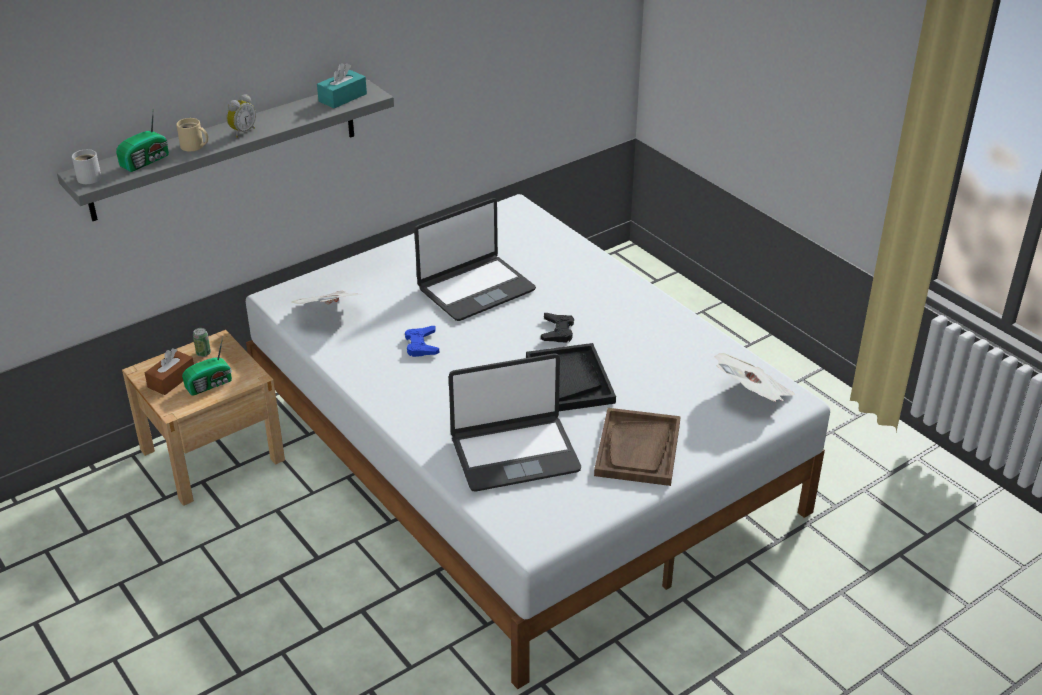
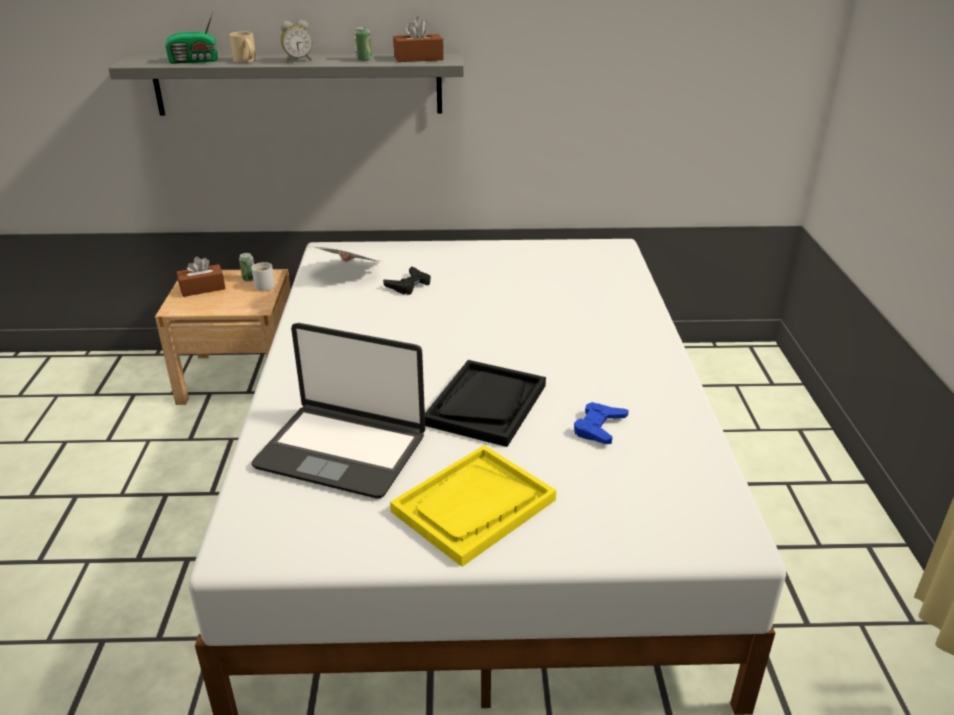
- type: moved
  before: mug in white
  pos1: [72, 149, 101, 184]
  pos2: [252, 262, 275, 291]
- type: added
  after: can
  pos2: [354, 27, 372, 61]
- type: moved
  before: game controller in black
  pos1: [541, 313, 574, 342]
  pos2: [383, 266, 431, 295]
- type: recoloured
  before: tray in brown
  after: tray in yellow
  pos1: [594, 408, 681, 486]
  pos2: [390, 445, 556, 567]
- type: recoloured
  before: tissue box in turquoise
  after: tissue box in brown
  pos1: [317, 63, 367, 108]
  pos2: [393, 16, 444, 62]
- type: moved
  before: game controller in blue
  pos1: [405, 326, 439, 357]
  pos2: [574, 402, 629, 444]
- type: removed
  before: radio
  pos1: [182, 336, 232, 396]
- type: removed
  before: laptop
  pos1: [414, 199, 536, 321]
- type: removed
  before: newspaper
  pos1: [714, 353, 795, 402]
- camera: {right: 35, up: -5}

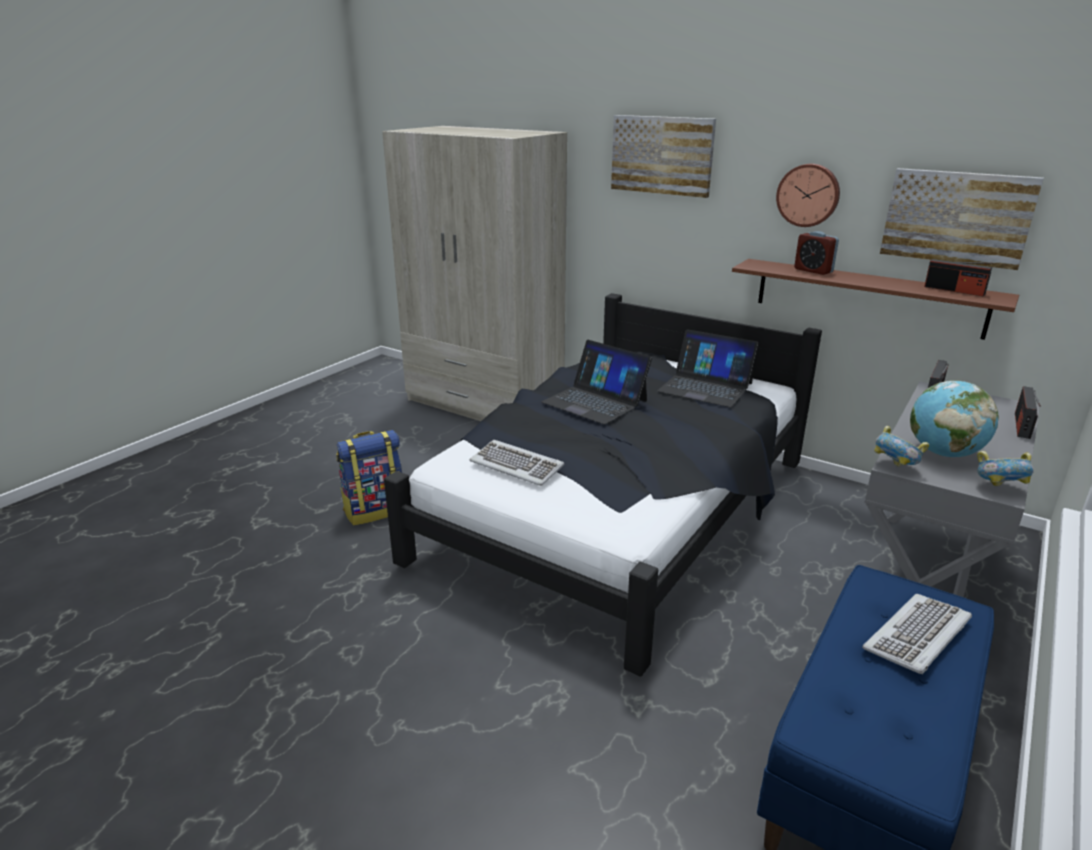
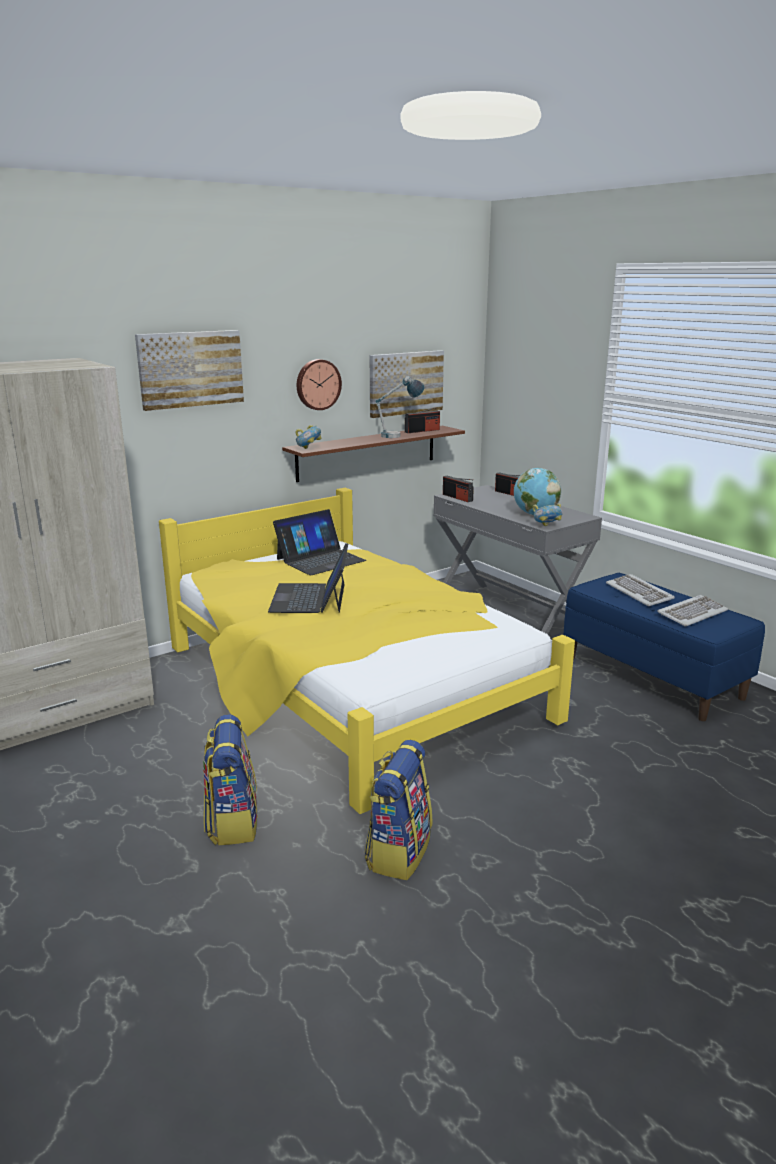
- type: recoloured
  before: bed in black
  after: bed in yellow
  pos1: [384, 293, 822, 677]
  pos2: [159, 488, 575, 814]
- type: turned
  before: laptop
  pos1: [541, 340, 652, 424]
  pos2: [268, 543, 348, 613]
  turn: 120
- type: moved
  before: bowl
  pos1: [977, 451, 1034, 486]
  pos2: [295, 425, 321, 449]
- type: added
  after: backpack
  pos2: [364, 740, 432, 880]
- type: added
  after: table lamp
  pos2: [375, 376, 425, 438]
- type: moved
  before: keyboard
  pos1: [470, 440, 564, 486]
  pos2: [657, 595, 728, 626]
- type: removed
  before: alarm clock
  pos1: [794, 231, 839, 275]
- camera: {right: -70, up: -5}

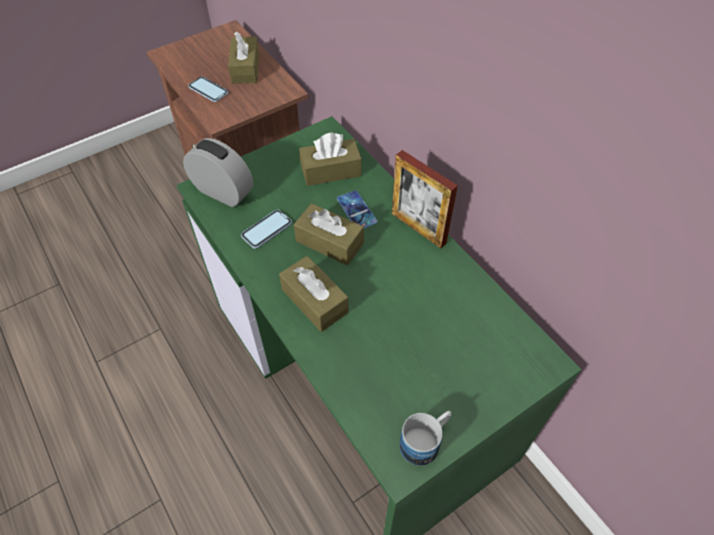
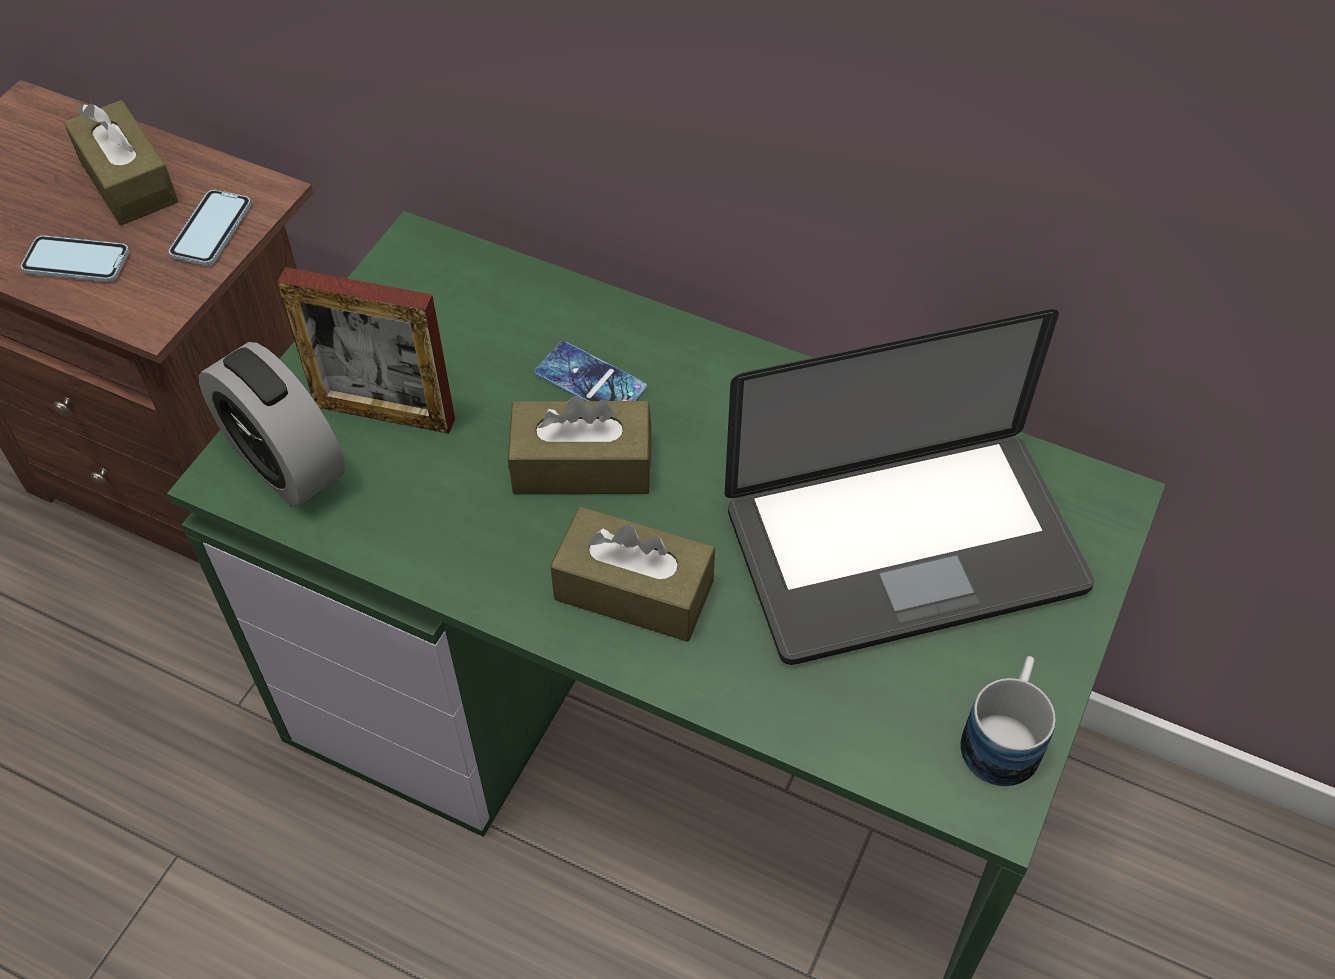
- type: moved
  before: phone
  pos1: [241, 210, 292, 249]
  pos2: [169, 190, 251, 266]
- type: turned
  before: alarm clock
  pos1: [183, 138, 253, 207]
  pos2: [199, 342, 345, 508]
  turn: -135
- type: moved
  before: picture frame
  pos1: [392, 150, 458, 248]
  pos2: [277, 267, 455, 434]
- type: added
  after: laptop
  pos2: [725, 308, 1095, 665]
- type: removed
  before: tissue box in brown
  pos1: [299, 132, 362, 186]
- camera: {right: -30, up: 0}

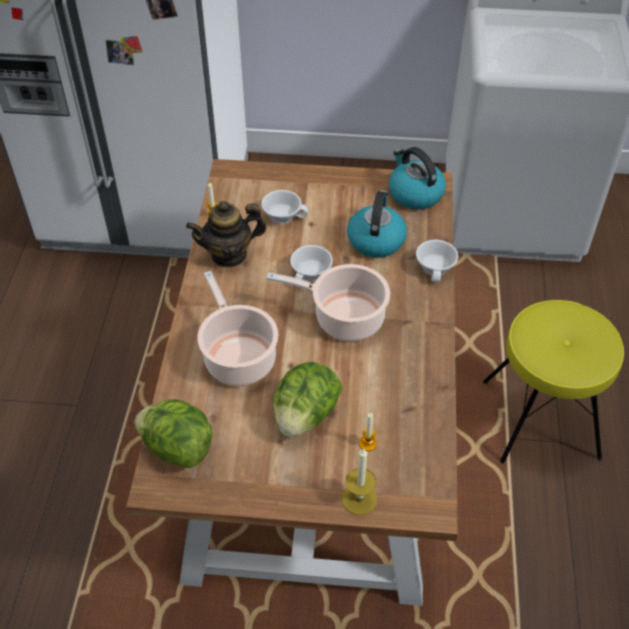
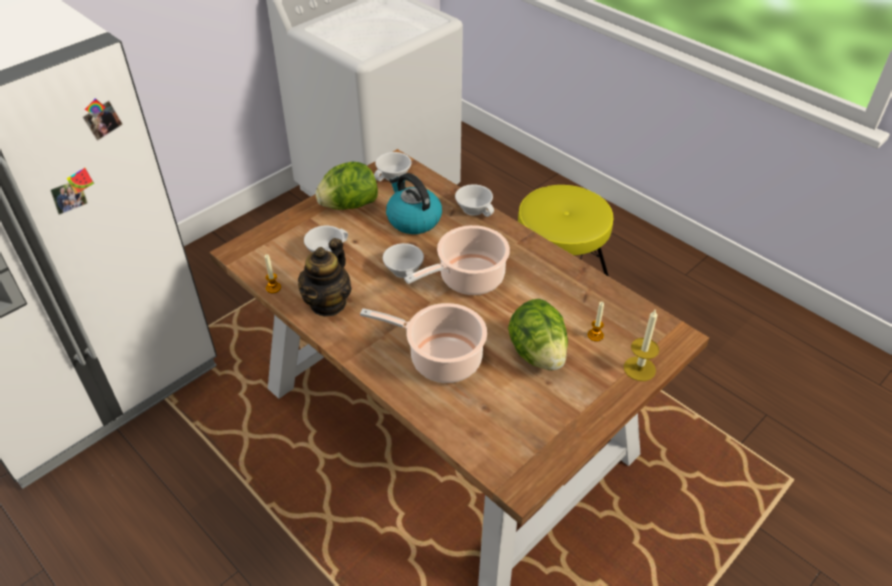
- type: moved
  before: lettuce
  pos1: [135, 399, 212, 468]
  pos2: [315, 162, 378, 210]
- type: replaced
  before: kettle
  after: cup in white
  pos1: [389, 147, 446, 209]
  pos2: [374, 152, 411, 181]
- camera: {right: -50, up: -5}

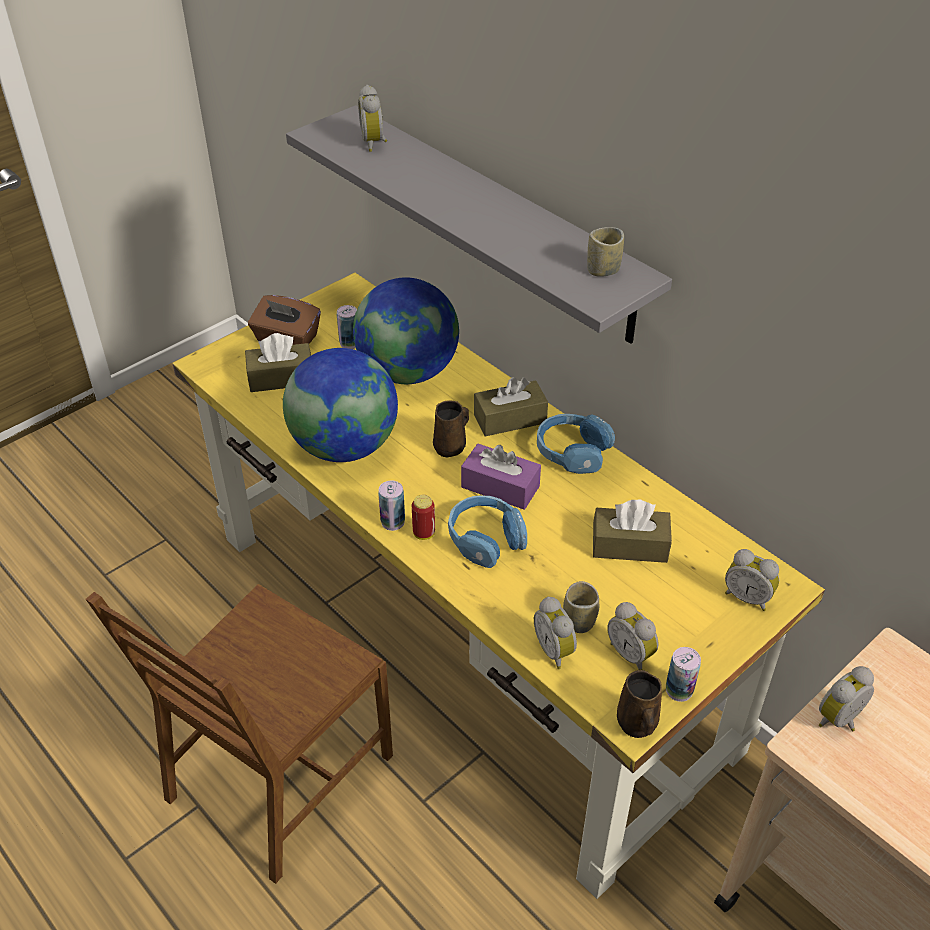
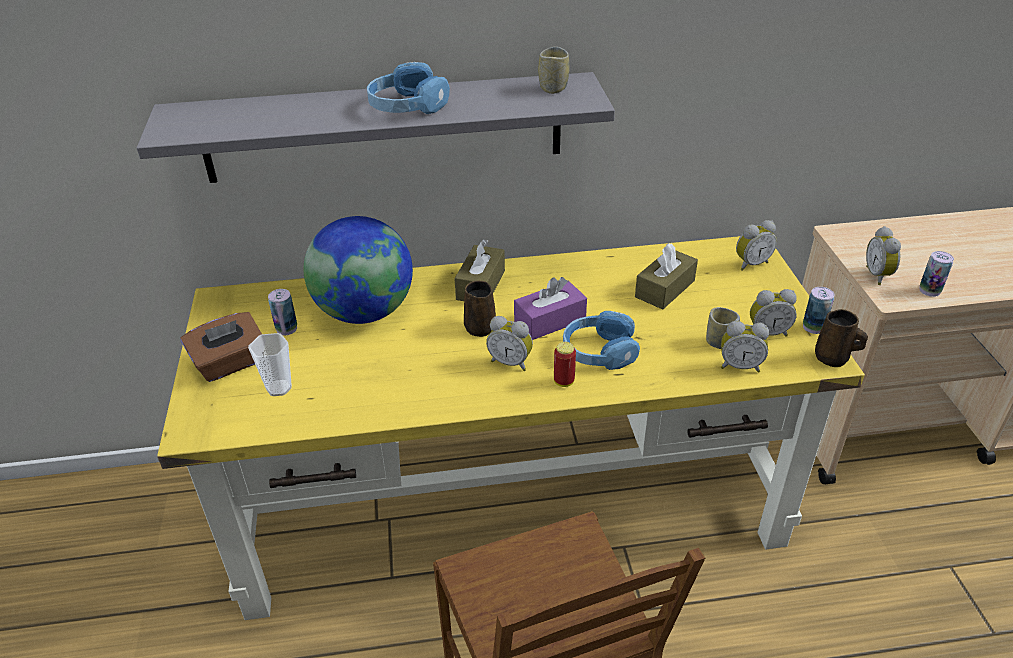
- type: replaced
  before: tissue box in brown
  after: cup
  pos1: [245, 333, 311, 392]
  pos2: [248, 333, 292, 396]
- type: moved
  before: headphones in blue
  pos1: [537, 414, 615, 474]
  pos2: [367, 62, 450, 114]
- type: moved
  before: alarm clock
  pos1: [358, 85, 387, 152]
  pos2: [486, 316, 533, 371]
- type: moved
  before: can
  pos1: [378, 481, 405, 531]
  pos2: [919, 251, 954, 297]
- type: removed
  before: globe
  pos1: [283, 348, 398, 462]
- camera: {right: -55, up: -5}

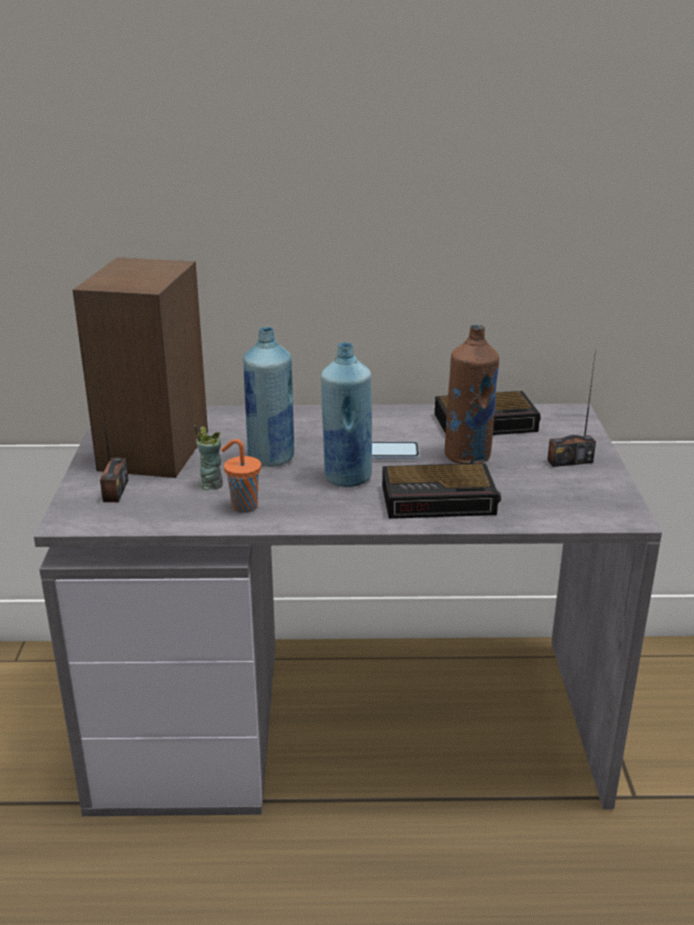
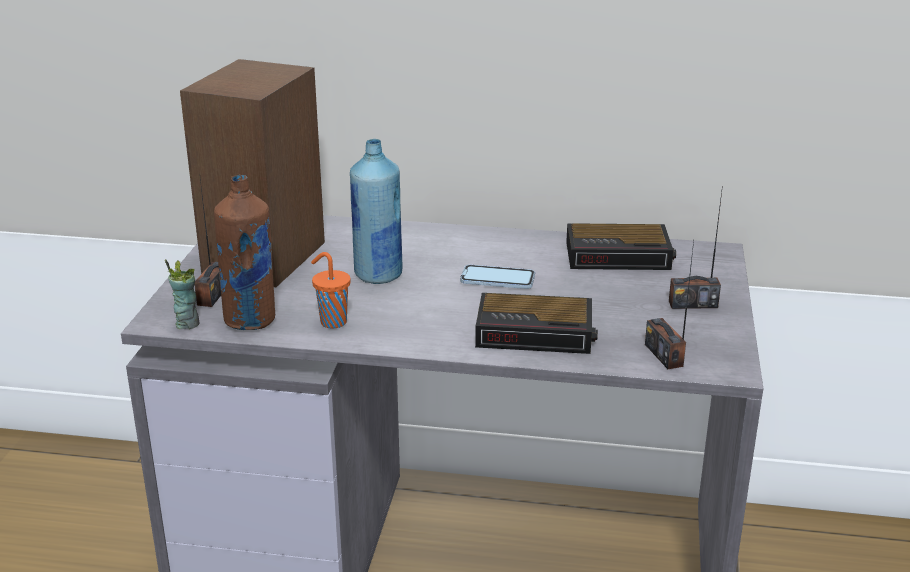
- type: moved
  before: cup
  pos1: [194, 425, 223, 490]
  pos2: [165, 259, 199, 329]
- type: moved
  before: bottle in brown
  pos1: [445, 325, 499, 464]
  pos2: [214, 175, 275, 330]
- type: added
  after: radio
  pos2: [645, 241, 694, 369]
- type: removed
  before: bottle in blue
  pos1: [321, 342, 372, 487]
- camera: {right: 10, up: 0}

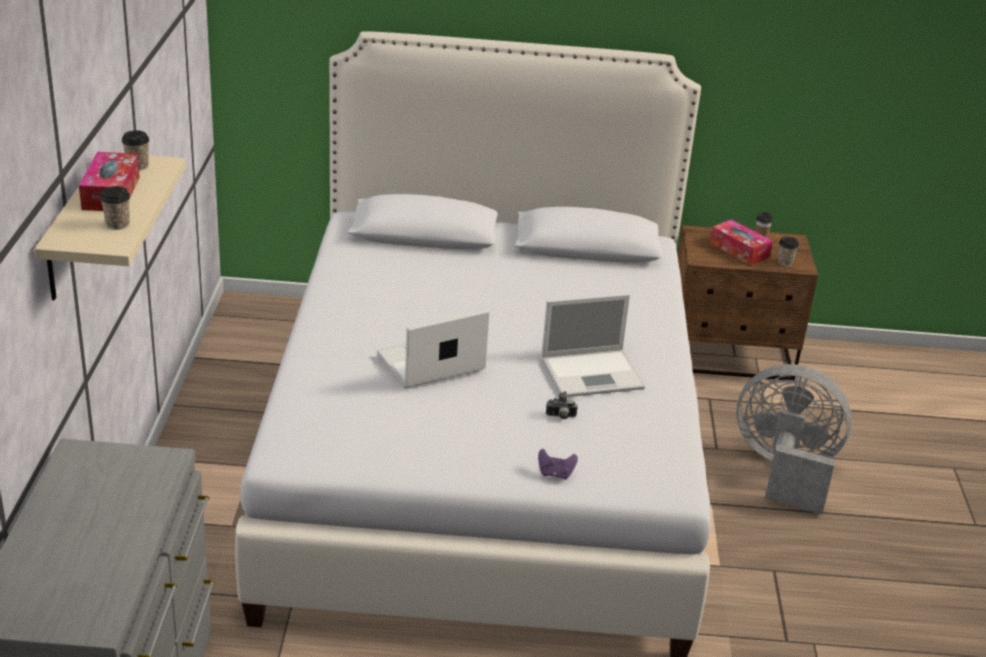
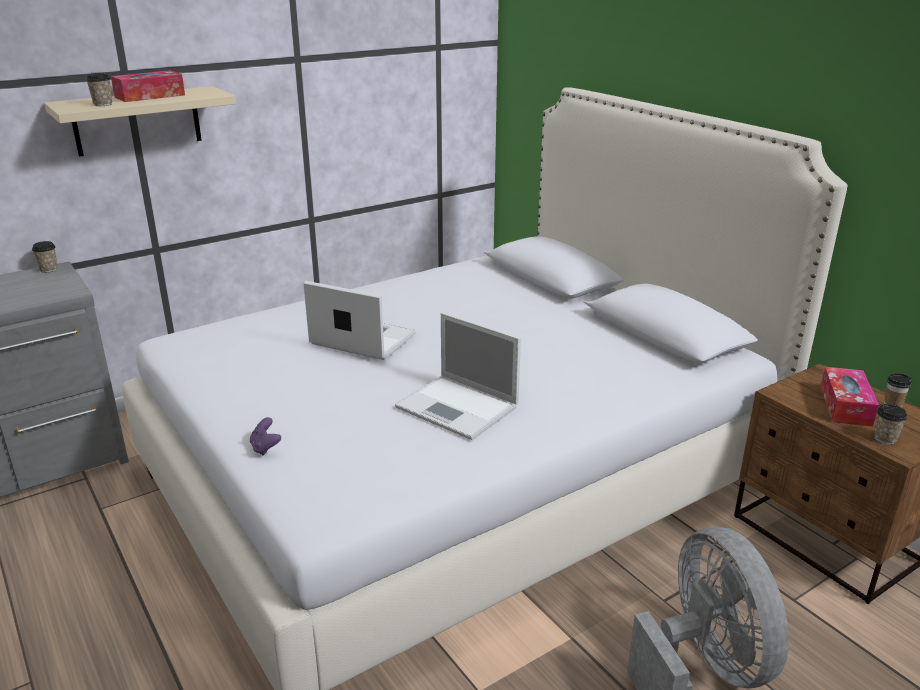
- type: moved
  before: cup
  pos1: [122, 130, 150, 171]
  pos2: [32, 241, 58, 273]
- type: removed
  before: photo camera
  pos1: [546, 391, 578, 419]
- camera: {right: 55, up: -5}

